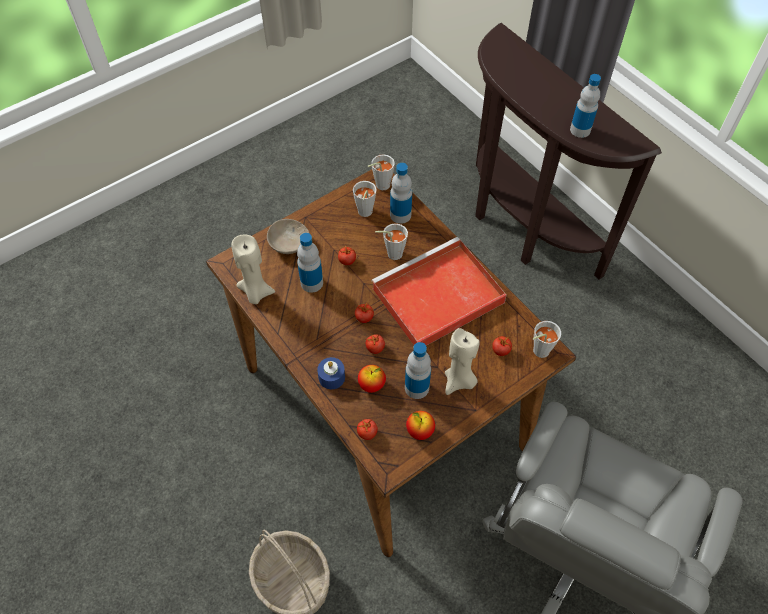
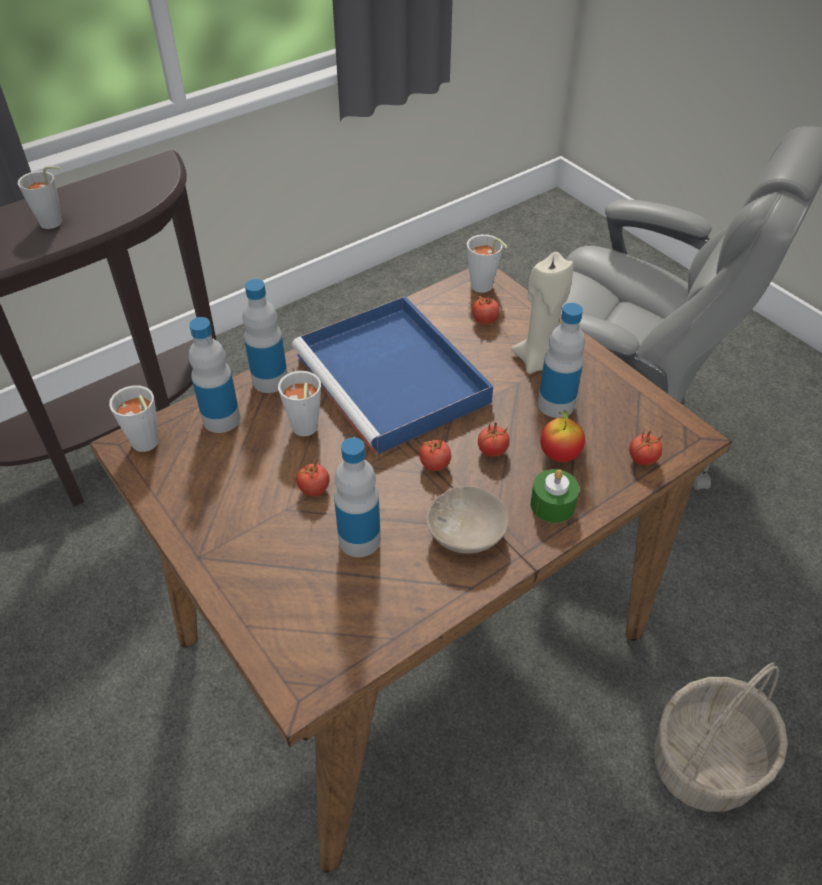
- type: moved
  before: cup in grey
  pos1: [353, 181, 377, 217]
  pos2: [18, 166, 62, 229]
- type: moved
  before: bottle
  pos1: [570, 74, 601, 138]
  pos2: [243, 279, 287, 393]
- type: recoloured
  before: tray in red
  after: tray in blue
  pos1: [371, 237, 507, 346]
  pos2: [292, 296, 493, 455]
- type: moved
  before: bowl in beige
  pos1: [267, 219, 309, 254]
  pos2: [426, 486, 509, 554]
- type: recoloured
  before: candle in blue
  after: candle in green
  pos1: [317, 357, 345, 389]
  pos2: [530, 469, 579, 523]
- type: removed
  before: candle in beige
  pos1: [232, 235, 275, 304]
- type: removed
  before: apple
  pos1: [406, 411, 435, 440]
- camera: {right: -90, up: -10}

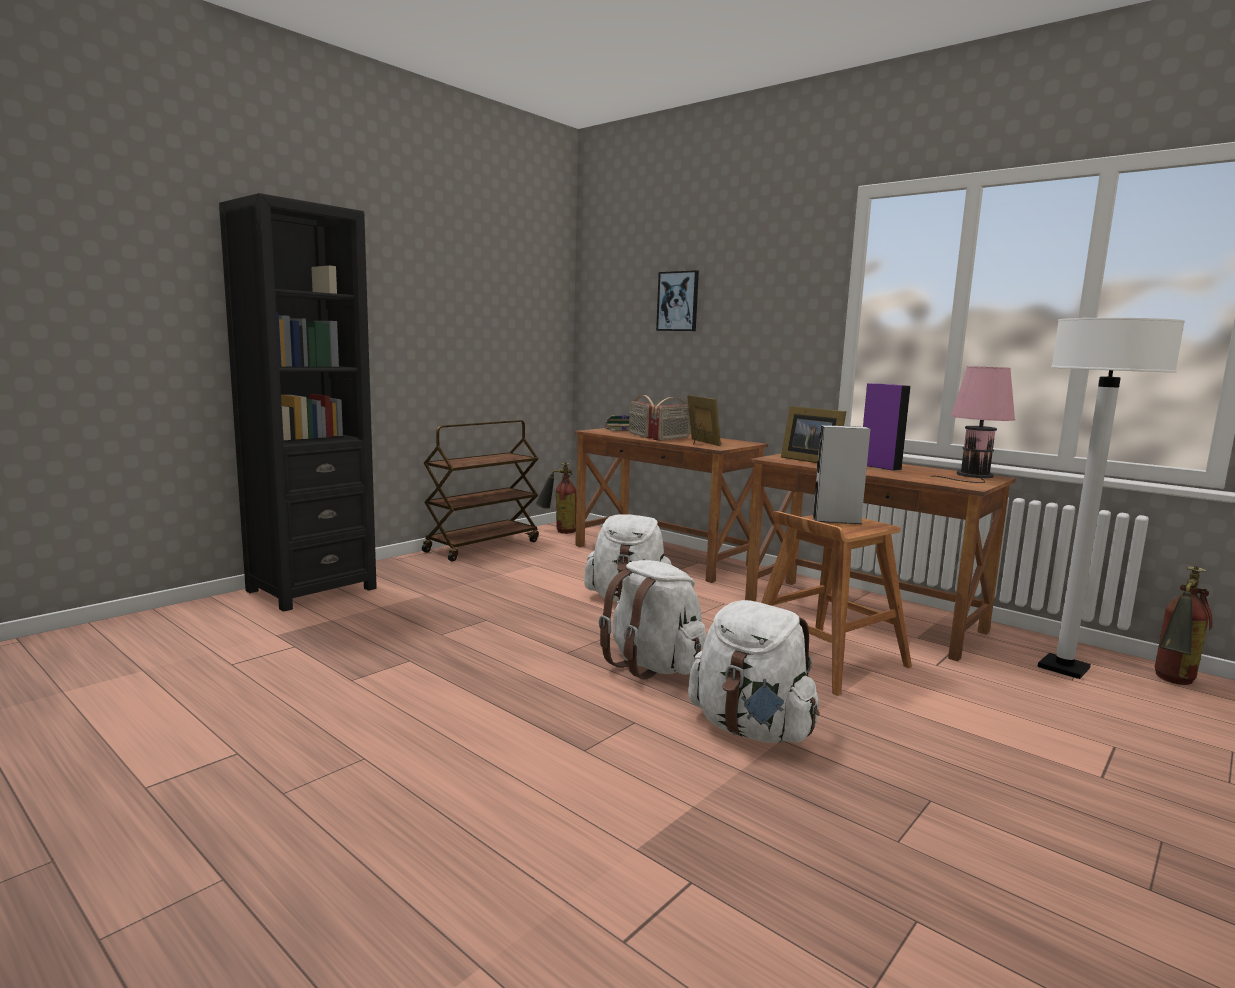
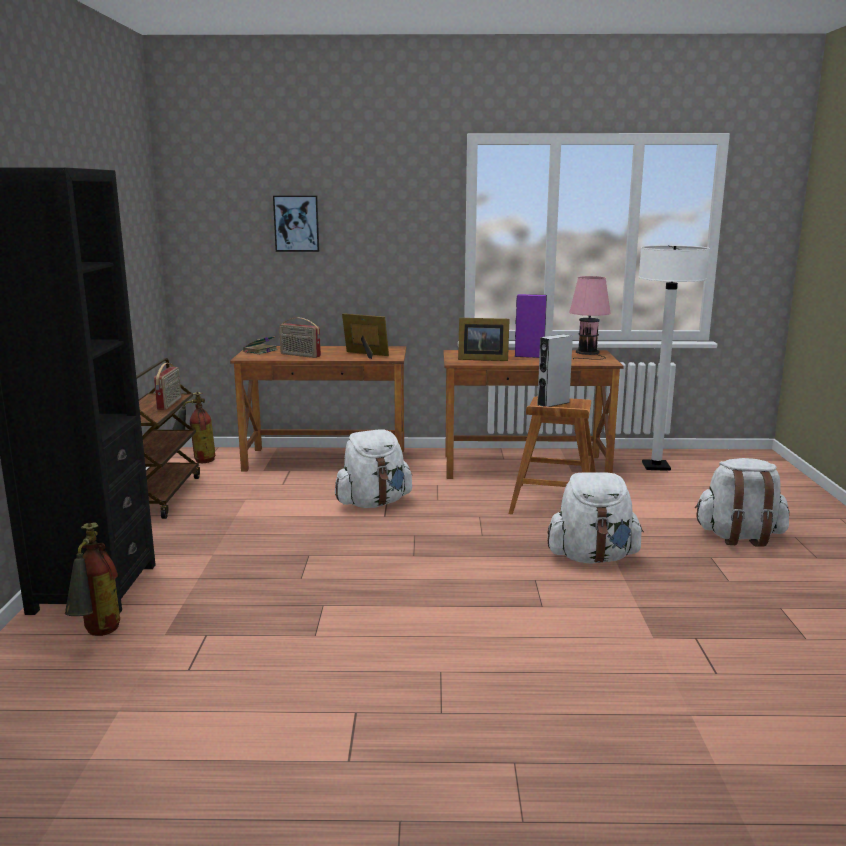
- type: moved
  before: fire extinguisher
  pos1: [1155, 566, 1212, 685]
  pos2: [65, 523, 120, 636]
- type: moved
  before: radio
  pos1: [652, 397, 690, 441]
  pos2: [154, 363, 181, 410]
- type: moved
  before: backpack in white
  pos1: [599, 560, 707, 680]
  pos2: [695, 458, 789, 547]
- camera: {right: -40, up: 5}

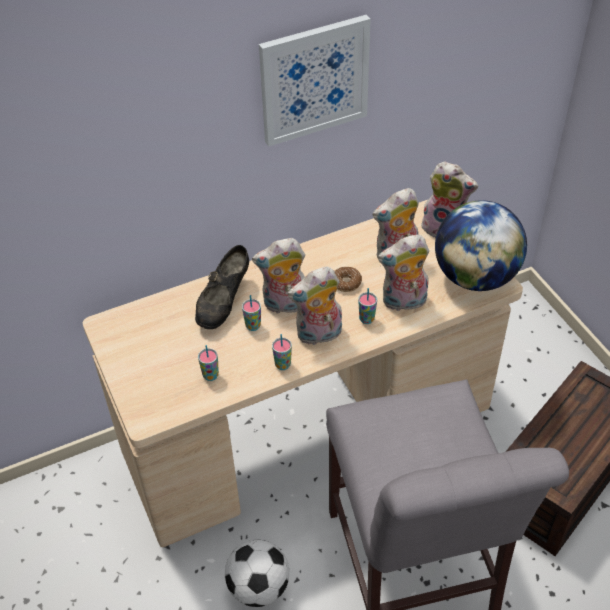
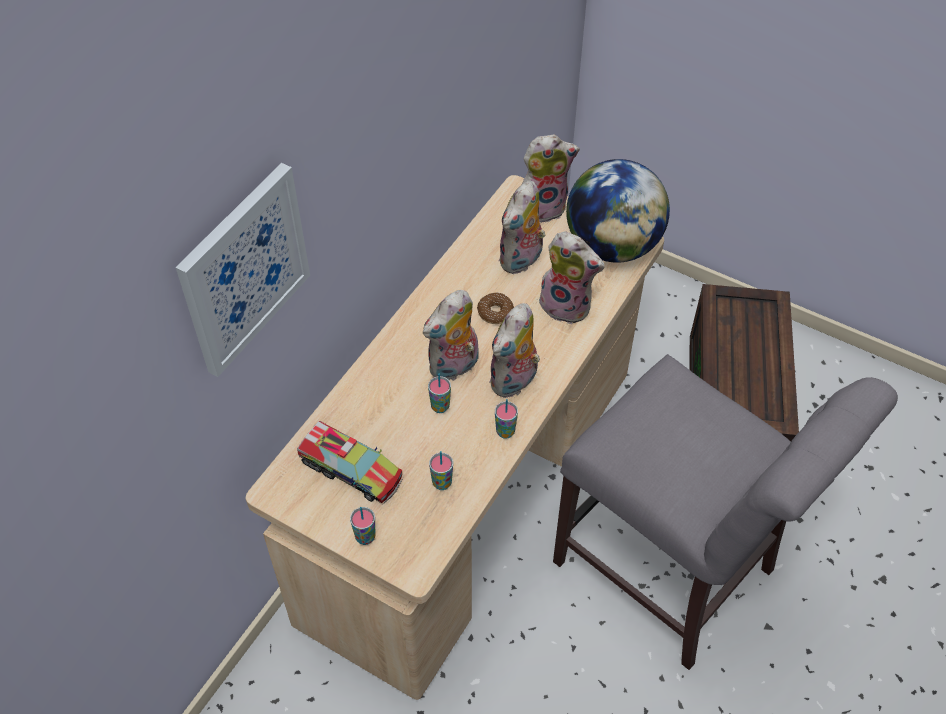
- type: moved
  before: picture
  pos1: [259, 15, 371, 147]
  pos2: [176, 163, 310, 377]
- type: added
  after: toy truck
  pos2: [297, 421, 403, 504]
- type: moved
  before: cup
  pos1: [358, 288, 377, 324]
  pos2: [350, 507, 375, 545]
- type: turned
  before: plush toy
  pos1: [378, 234, 429, 312]
  pos2: [535, 232, 604, 324]
  turn: -105
- type: removed
  before: shoe in black
  pos1: [195, 245, 249, 329]
- type: removed
  before: football
  pos1: [225, 540, 289, 607]
- camera: {right: -35, up: 5}

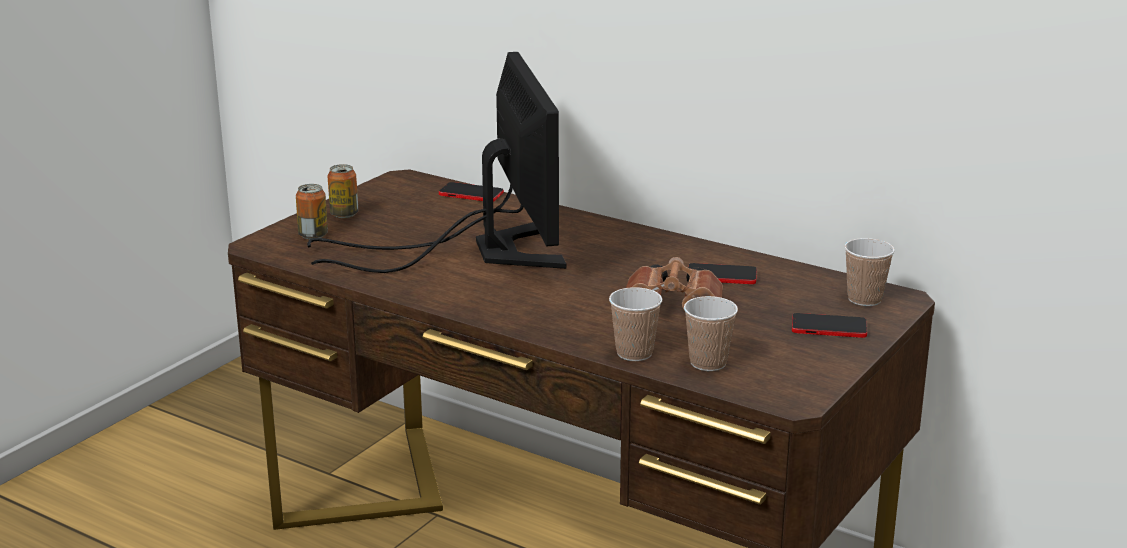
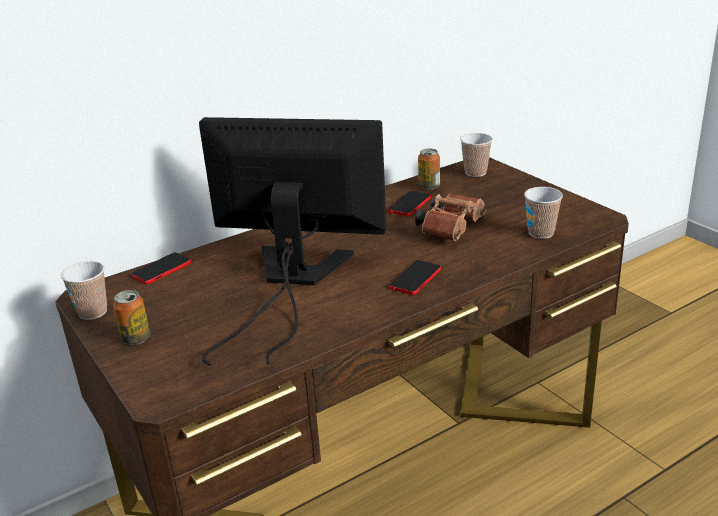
- type: moved
  before: cup
  pos1: [609, 287, 662, 361]
  pos2: [61, 261, 107, 320]
- type: moved
  before: phone
  pos1: [792, 313, 867, 338]
  pos2: [390, 260, 441, 295]
- type: moved
  before: can
  pos1: [296, 184, 328, 240]
  pos2: [418, 149, 440, 190]
- camera: {right: -65, up: 5}

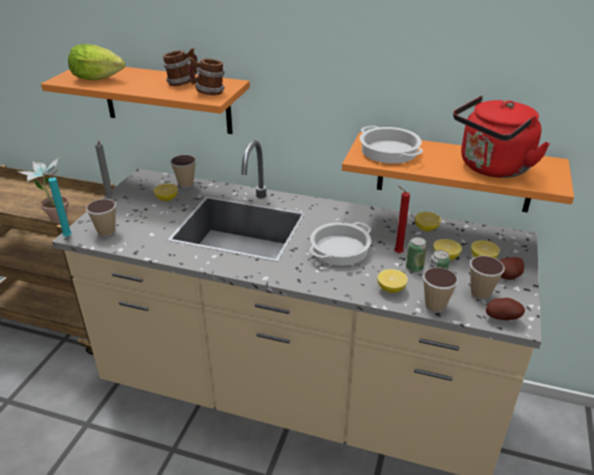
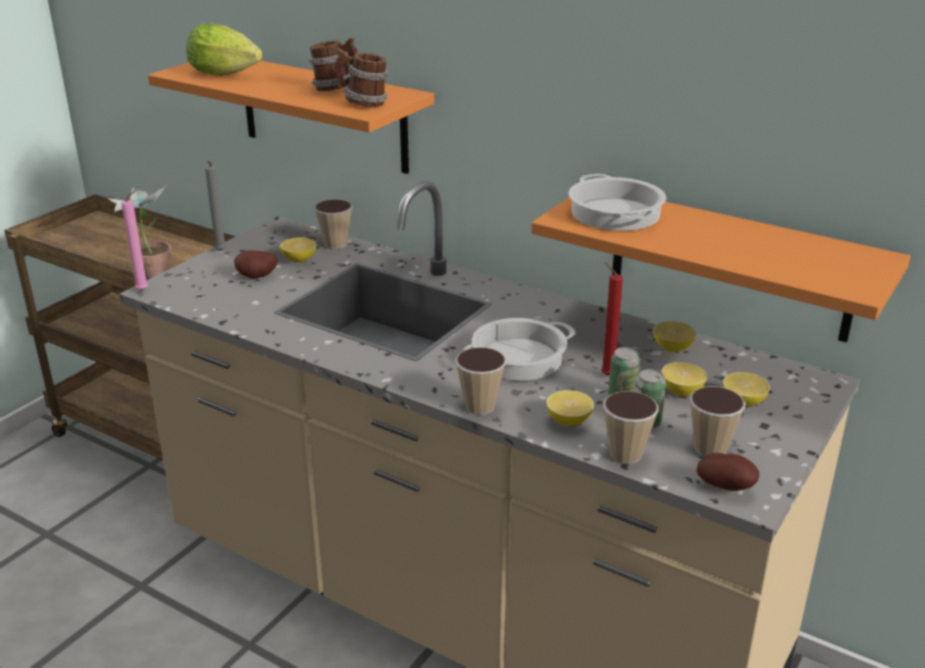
- type: recoloured
  before: candle in turquoise
  after: candle in pink
  pos1: [48, 169, 72, 237]
  pos2: [121, 190, 148, 291]
- type: moved
  before: potato
  pos1: [499, 257, 524, 280]
  pos2: [234, 250, 278, 279]
- type: moved
  before: cup
  pos1: [86, 199, 116, 237]
  pos2: [455, 347, 507, 415]
- type: removed
  before: kettle in red
  pos1: [453, 96, 550, 178]
- camera: {right: 15, up: -5}

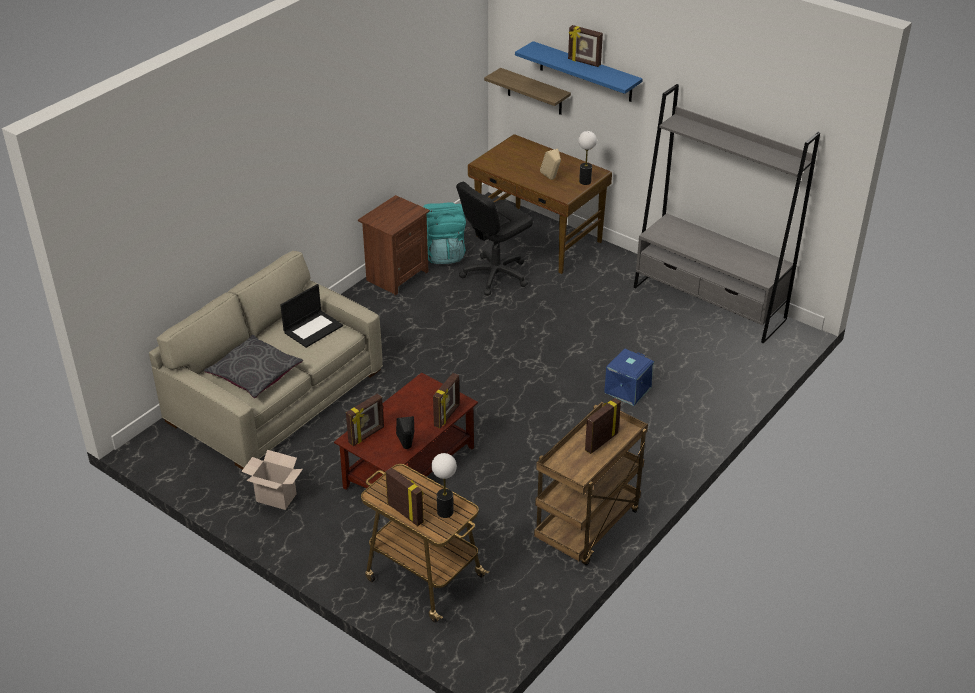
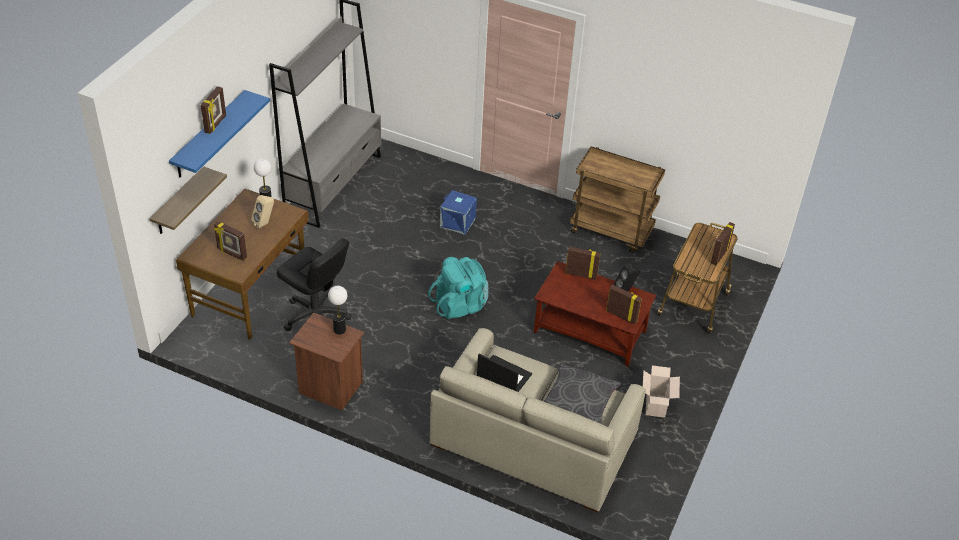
- type: moved
  before: picture frame
  pos1: [585, 398, 621, 454]
  pos2: [214, 221, 247, 261]
- type: moved
  before: table lamp
  pos1: [431, 453, 457, 518]
  pos2: [328, 286, 347, 335]
- type: moved
  before: backpack in turquoise
  pos1: [424, 203, 466, 264]
  pos2: [428, 257, 489, 319]
- camera: {right: -105, up: 5}

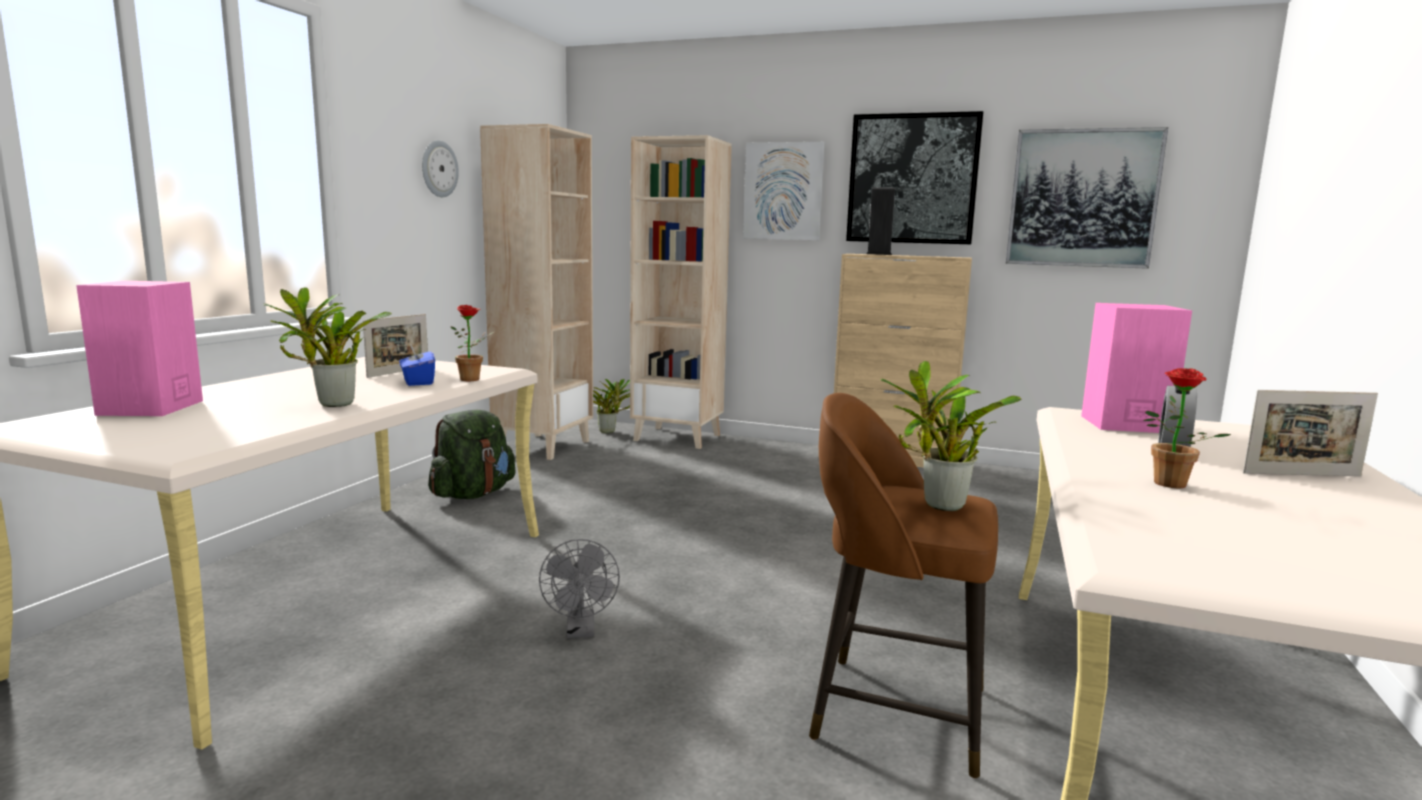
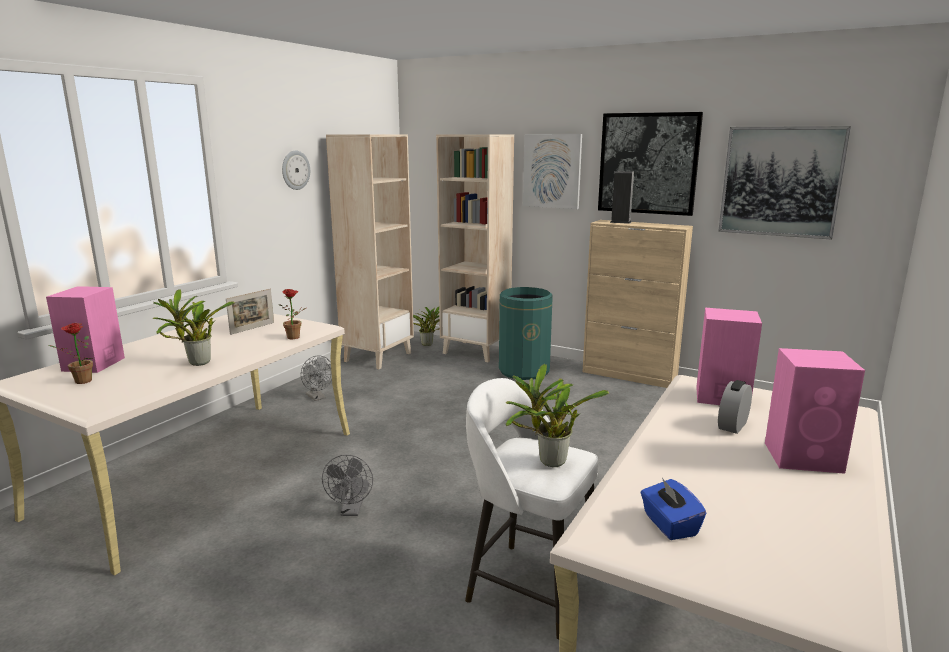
- type: moved
  before: potted plant
  pos1: [1143, 368, 1231, 488]
  pos2: [49, 323, 93, 384]
- type: replaced
  before: backpack in green
  after: fan in grey
  pos1: [428, 410, 515, 499]
  pos2: [301, 355, 332, 401]
- type: recoloured
  before: stool in brown
  after: stool in white
  pos1: [809, 393, 998, 778]
  pos2: [465, 378, 598, 640]
- type: added
  after: trash can in green
  pos2: [499, 287, 553, 380]
- type: moved
  before: tissue box in blue
  pos1: [399, 344, 435, 386]
  pos2: [640, 478, 706, 540]
- type: replaced
  before: picture frame
  after: speaker in pink
  pos1: [1243, 390, 1378, 476]
  pos2: [765, 348, 865, 474]
- camera: {right: 10, up: 5}

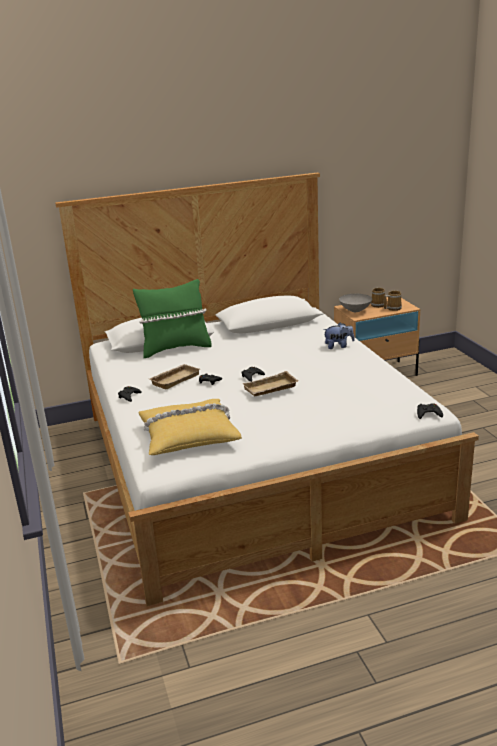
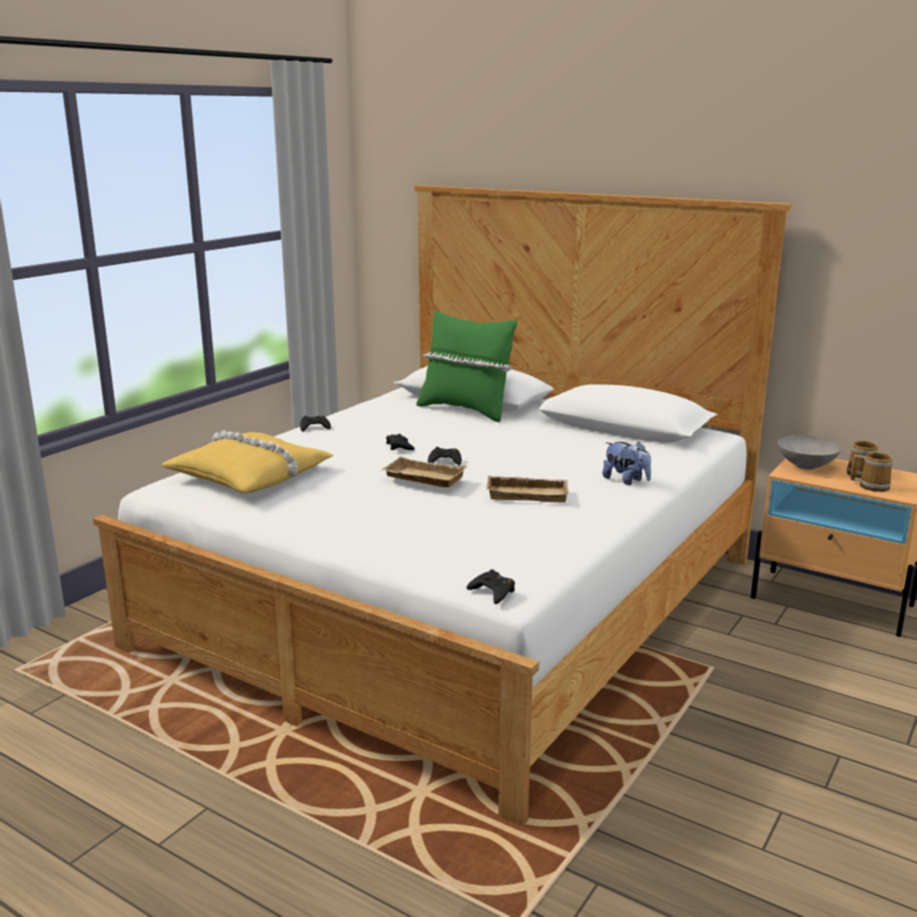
- type: moved
  before: tray in beige
  pos1: [149, 364, 200, 390]
  pos2: [486, 476, 569, 502]
- camera: {right: 50, up: -5}

